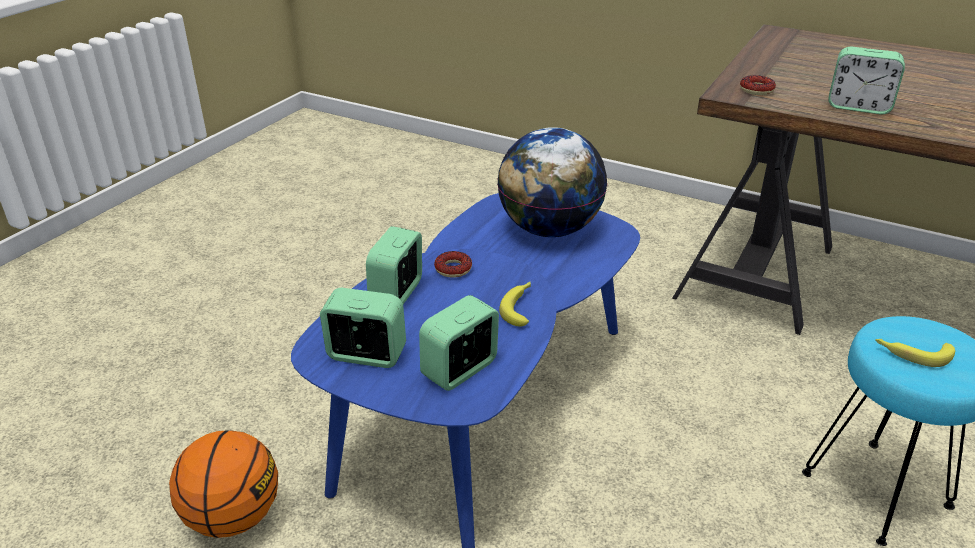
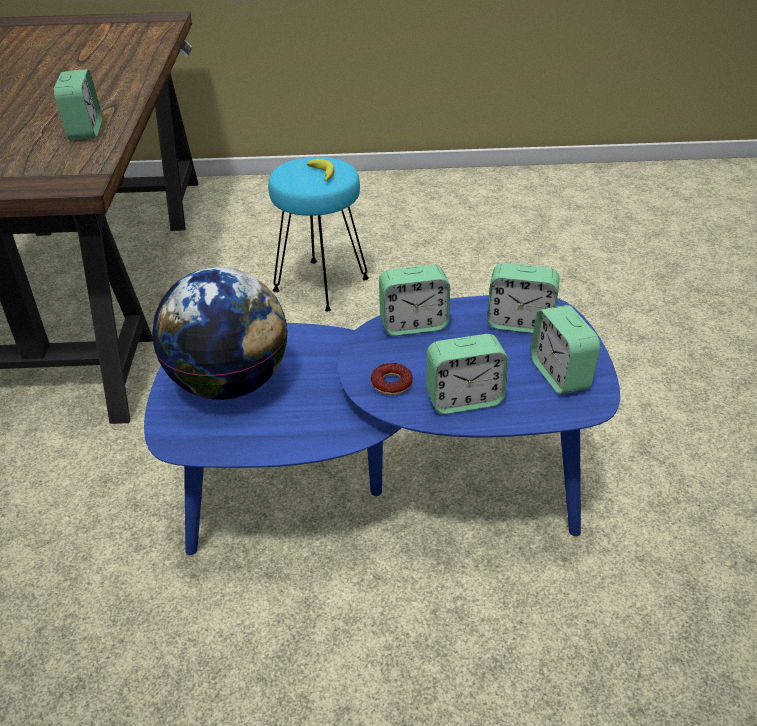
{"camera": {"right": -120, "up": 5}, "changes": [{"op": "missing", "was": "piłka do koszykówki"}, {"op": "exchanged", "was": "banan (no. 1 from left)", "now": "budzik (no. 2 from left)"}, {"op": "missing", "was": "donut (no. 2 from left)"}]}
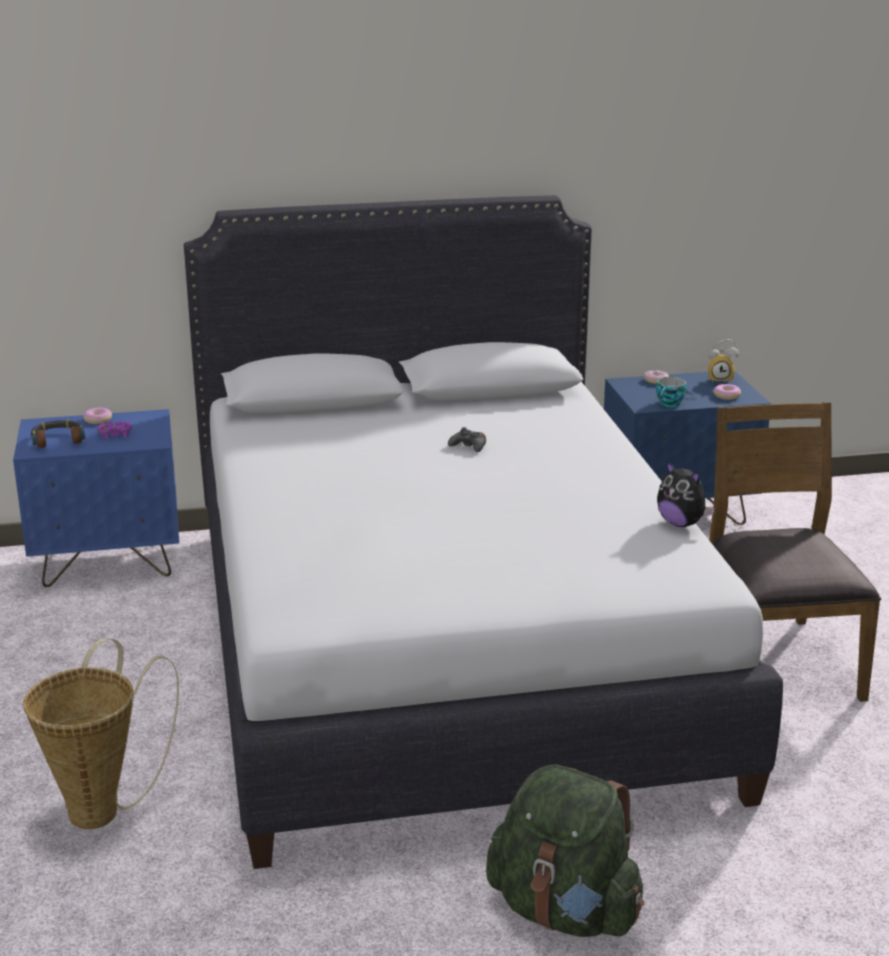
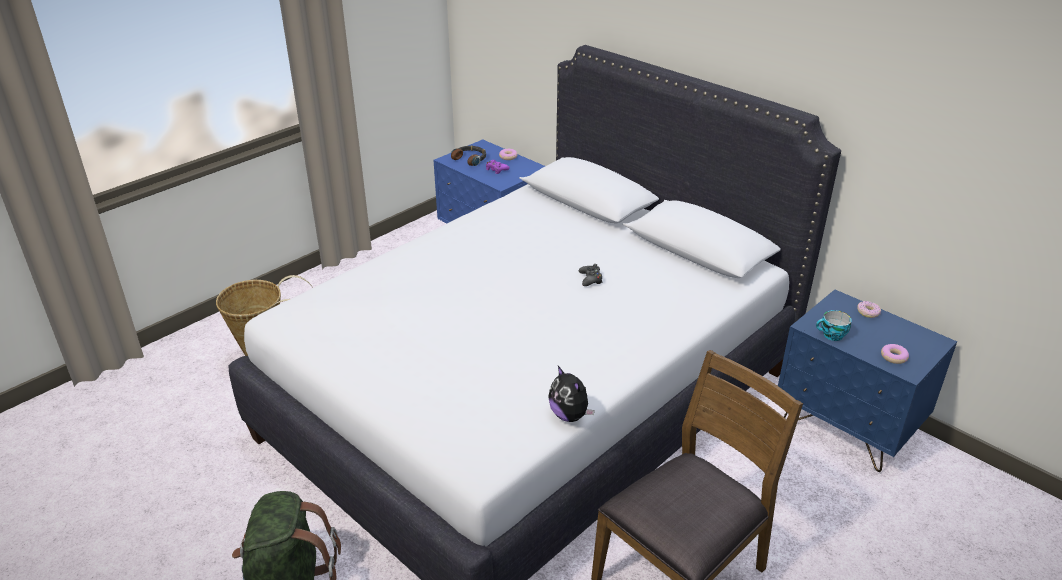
{"camera": {"right": 55, "up": 10}, "changes": [{"op": "spun", "was": "pluszak", "clockwise": -45}, {"op": "missing", "was": "budzik"}]}
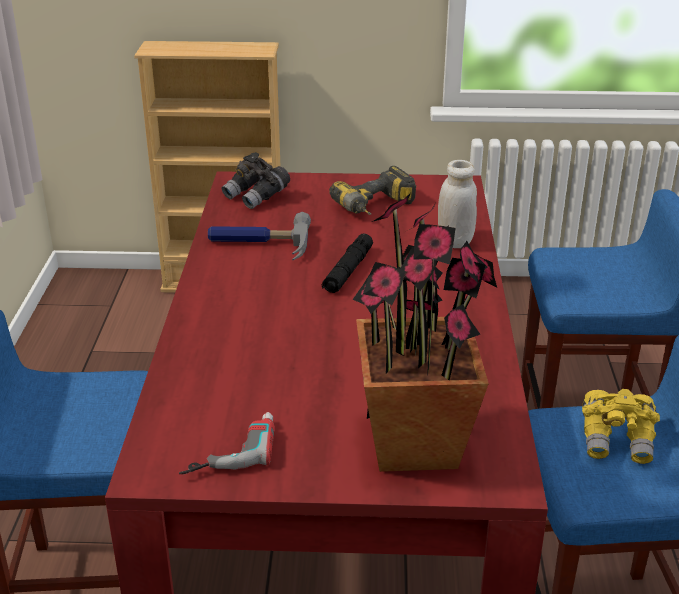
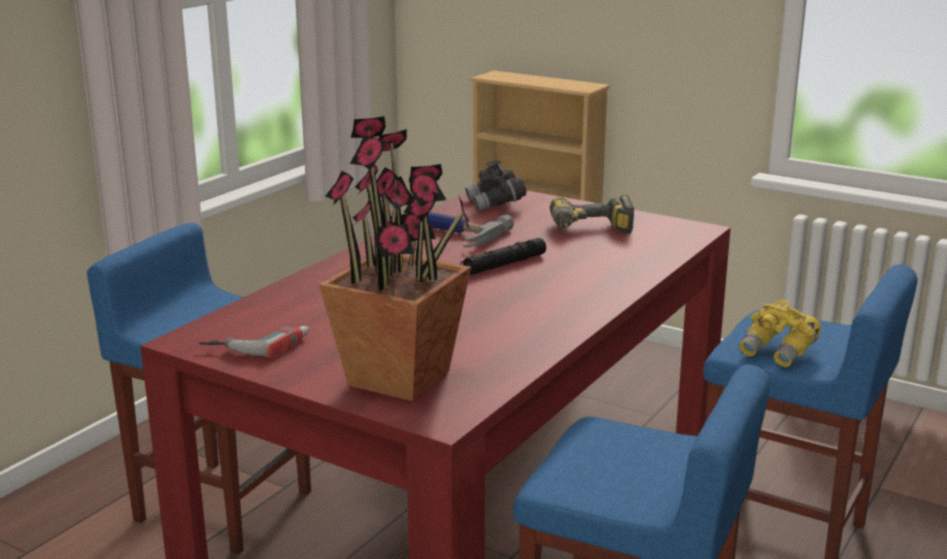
{"camera": {"right": 30, "up": -10}, "changes": [{"op": "missing", "was": "słoik (biały)"}, {"op": "relocated", "was": "lornetka (żółty)"}]}
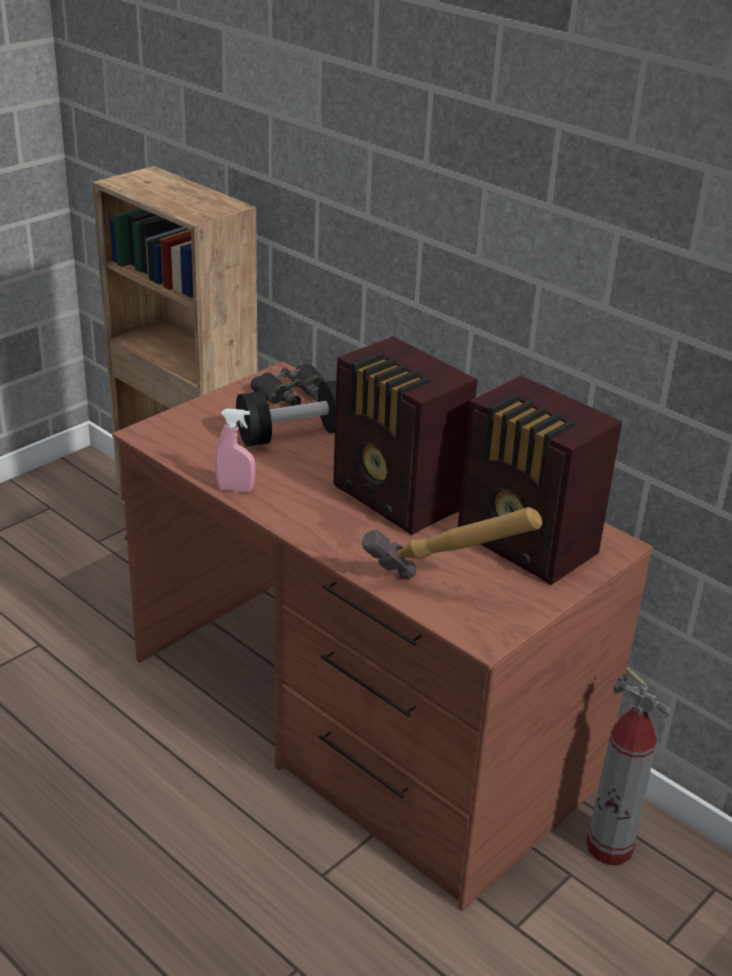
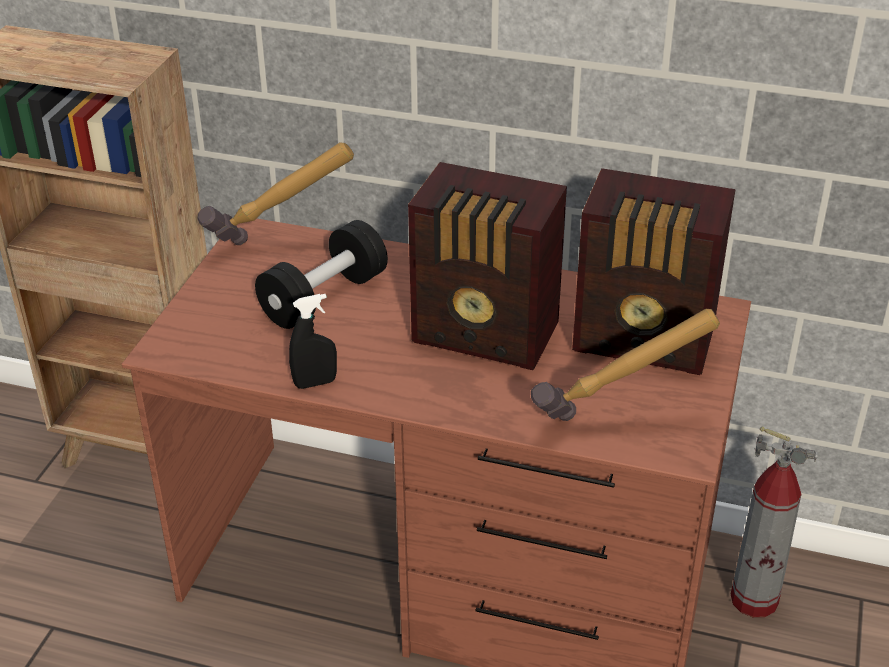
{"camera": {"right": -25, "up": 5}, "changes": [{"op": "colour", "was": "spryskiwacz (różowy)", "now": "spryskiwacz (czarny)"}, {"op": "exchanged", "was": "lornetka (czarny)", "now": "młotek (no. 1 from left)"}]}
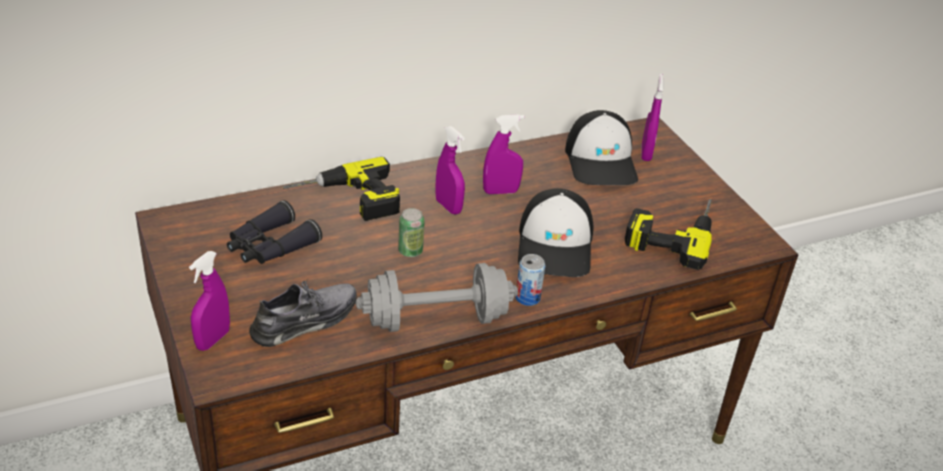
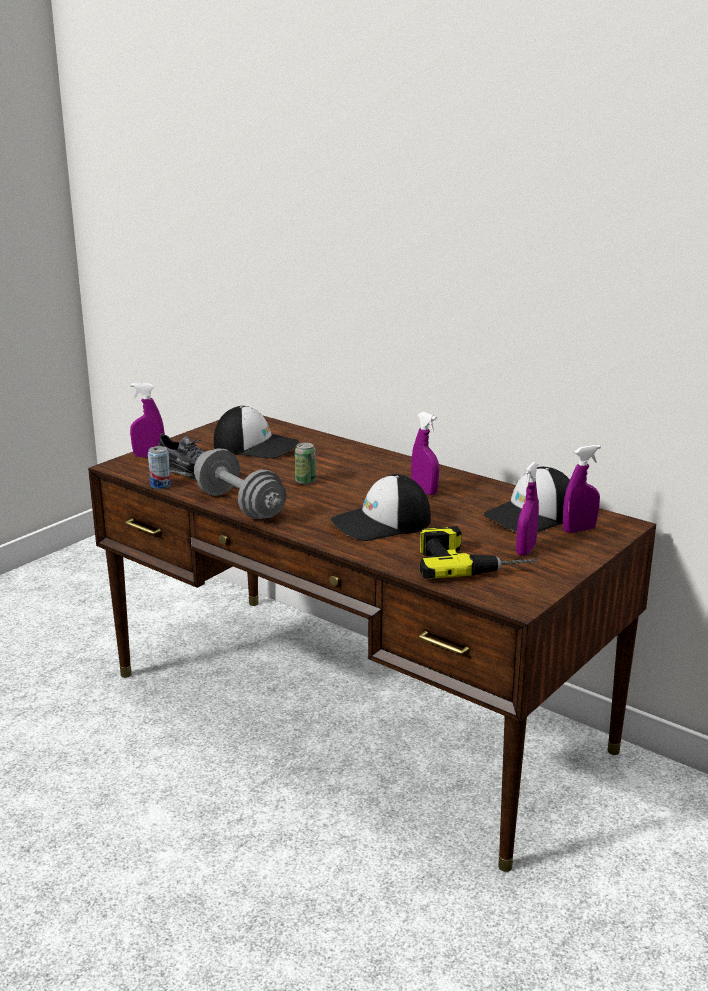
{"camera": {"right": 65, "up": -15}, "changes": [{"op": "exchanged", "was": "lornetka (czarny)", "now": "czapka z daszkiem (no. 1 from left)"}, {"op": "missing", "was": "wiertarka (no. 1 from left)"}, {"op": "relocated", "was": "spryskiwacz (fioletowy) (no. 2 from left in the first image)", "now": "spryskiwacz (fioletowy) (no. 3 from left)"}, {"op": "relocated", "was": "puszka (no. 2 from left in the first image)", "now": "puszka (no. 1 from left)"}]}
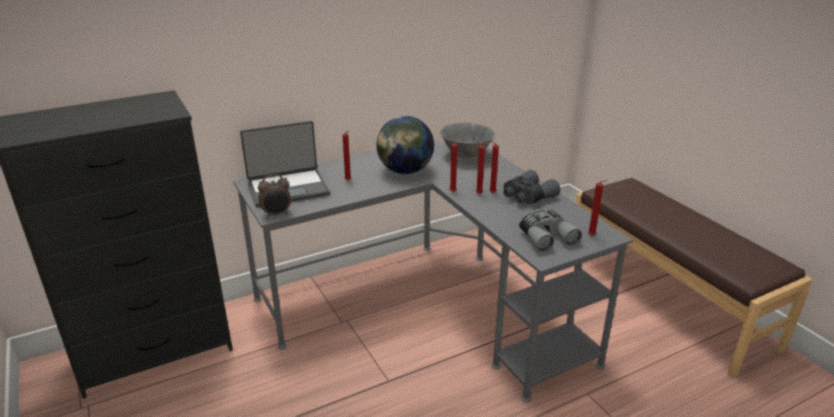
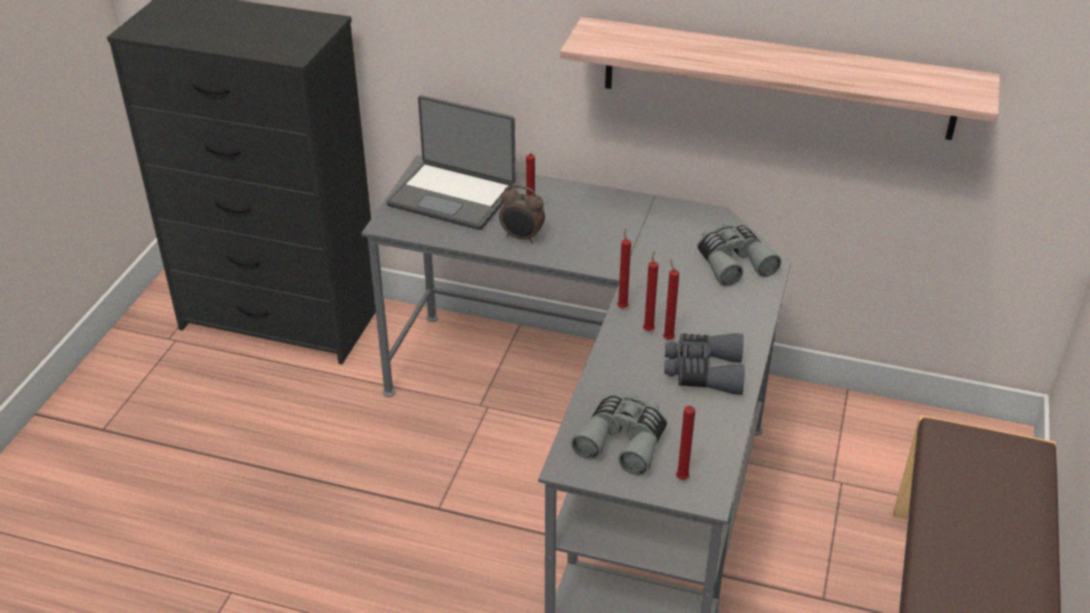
{"camera": {"right": 45, "up": 10}, "changes": [{"op": "relocated", "was": "budzik"}, {"op": "missing", "was": "globus"}, {"op": "exchanged", "was": "miska (szary)", "now": "lornetka (szary) (no. 3 from left)"}, {"op": "appeared", "now": "półka"}]}
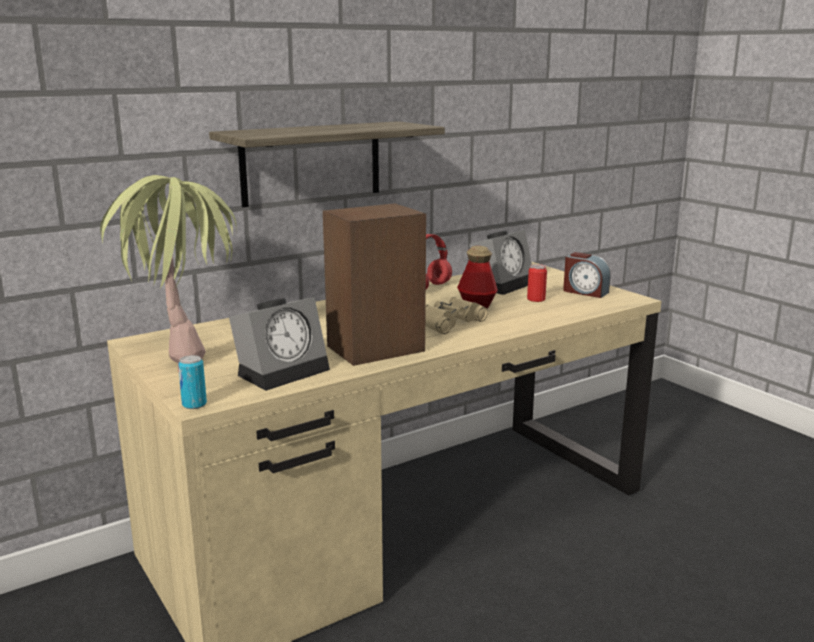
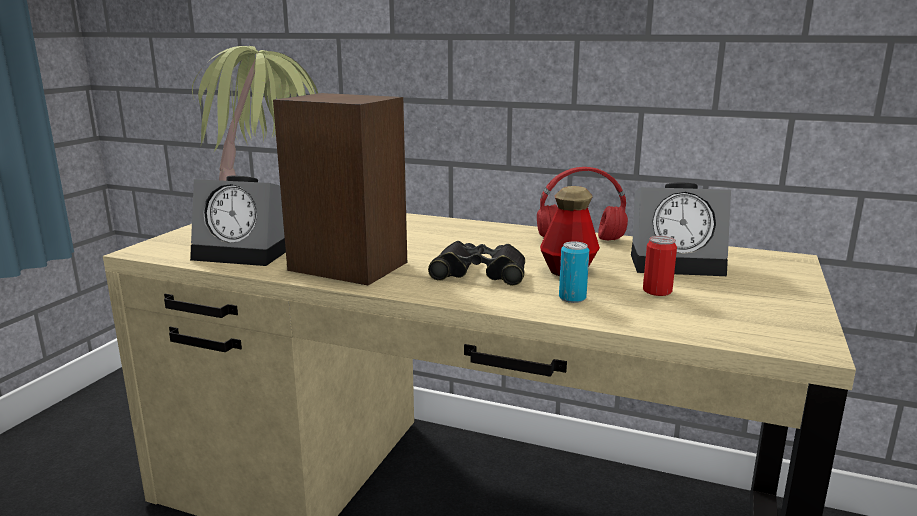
{"camera": {"right": 55, "up": 0}, "changes": [{"op": "relocated", "was": "puszka (no. 1 from left)"}, {"op": "missing", "was": "półka"}, {"op": "colour", "was": "lornetka (beżowy)", "now": "lornetka (czarny)"}, {"op": "missing", "was": "budzik (no. 3 from left)"}]}
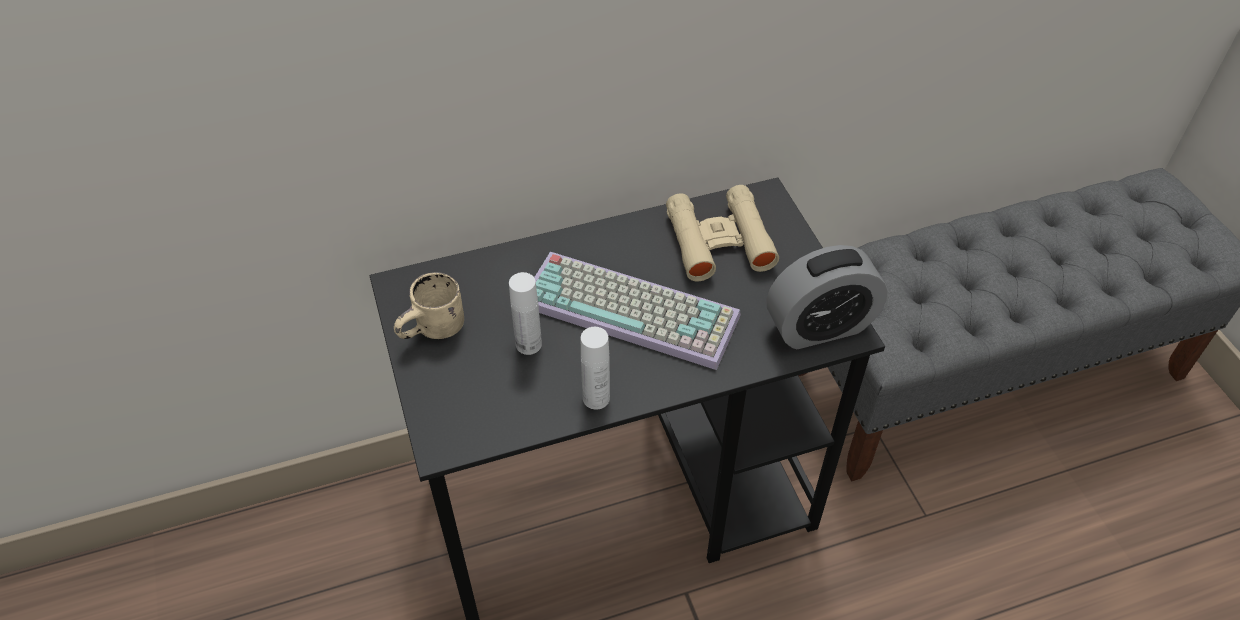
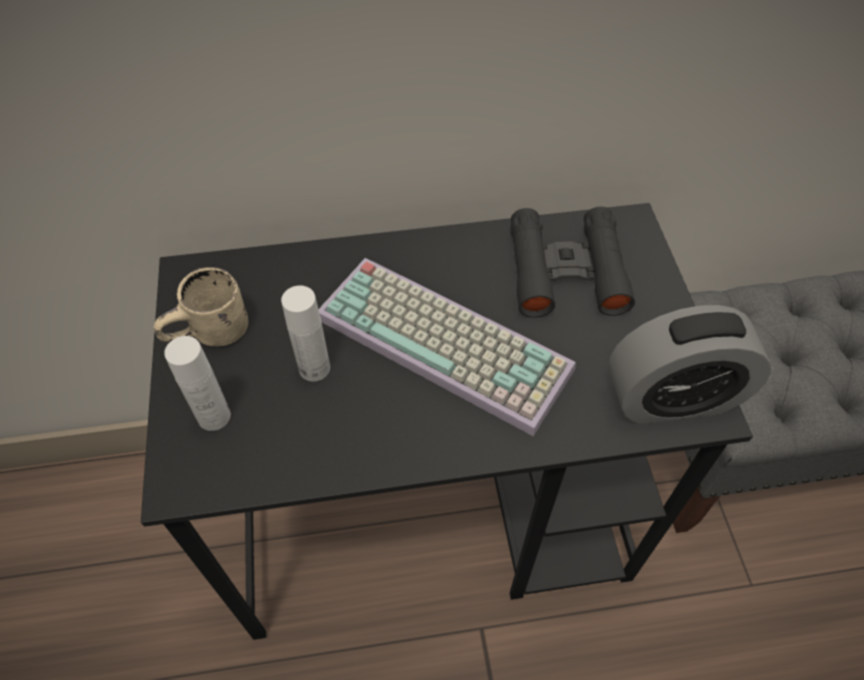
{"camera": {"right": 10, "up": 5}, "changes": [{"op": "relocated", "was": "butelka (biały) (no. 2 from left in the first image)", "now": "butelka (biały) (no. 1 from left)"}, {"op": "colour", "was": "lornetka (beżowy)", "now": "lornetka (czarny)"}]}
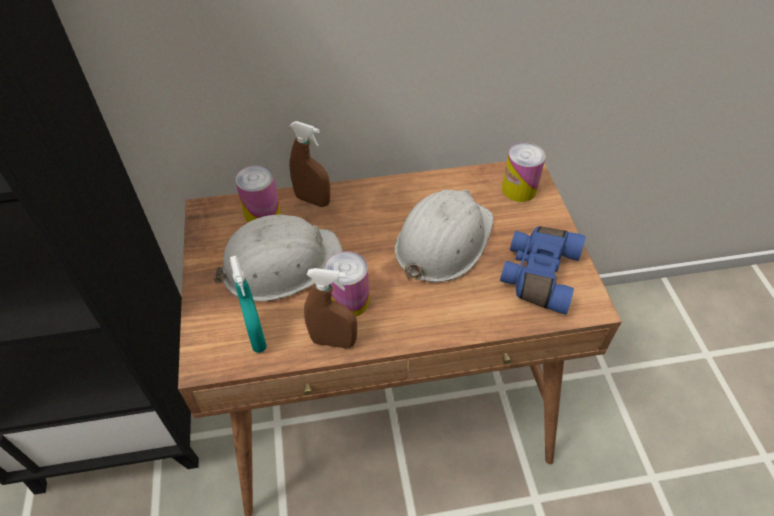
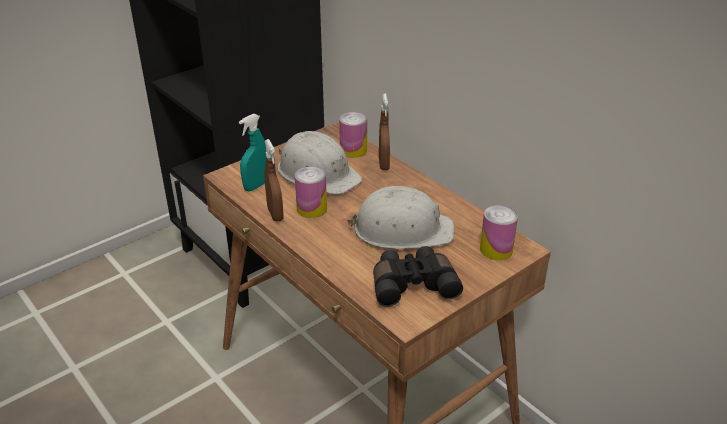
{"camera": {"right": 60, "up": -15}, "changes": [{"op": "colour", "was": "lornetka (niebieski)", "now": "lornetka (czarny)"}]}
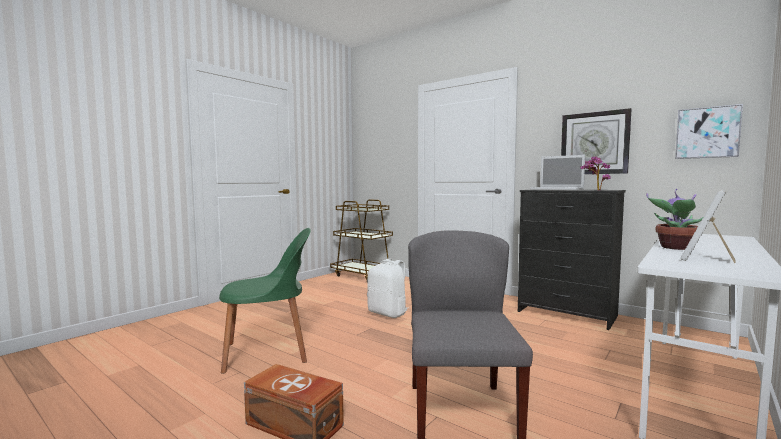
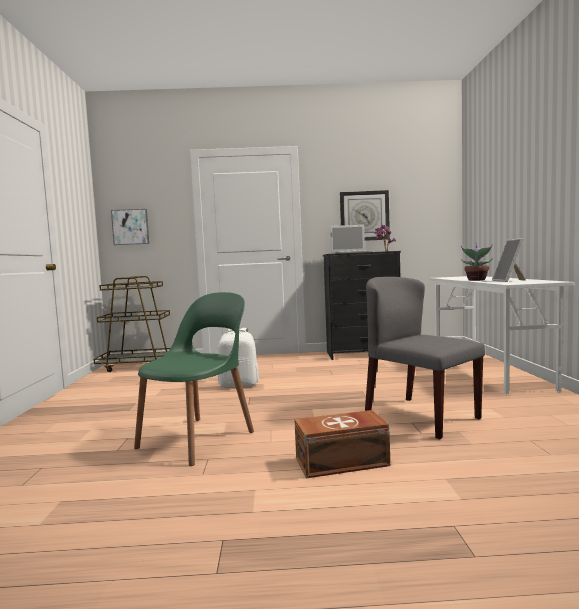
{"camera": {"right": -40, "up": 0}, "changes": [{"op": "relocated", "was": "obraz"}]}
